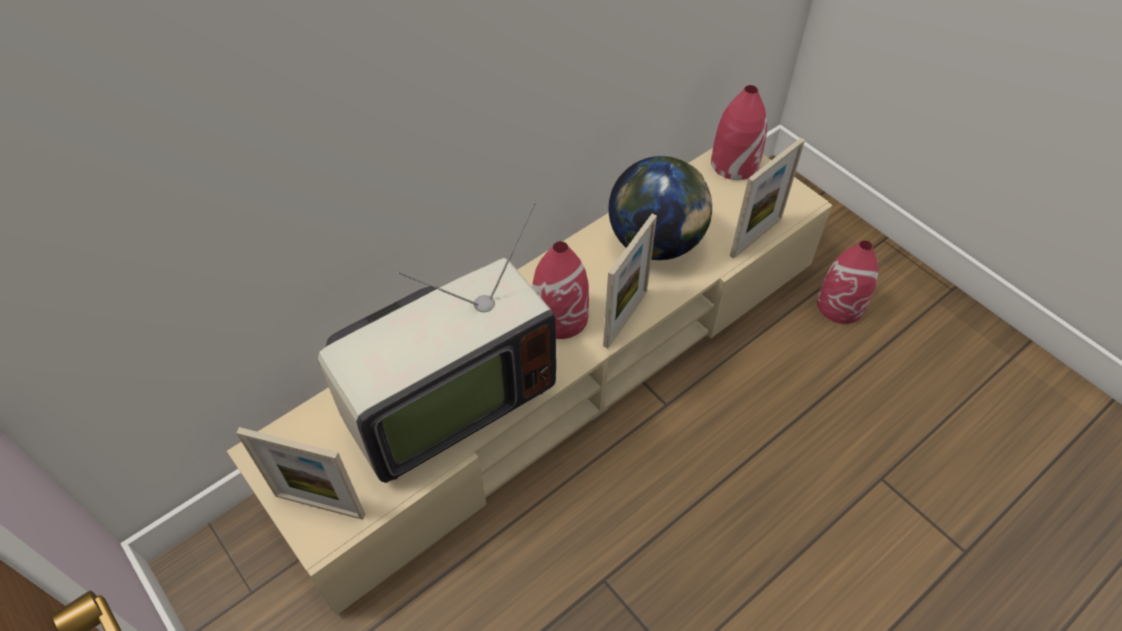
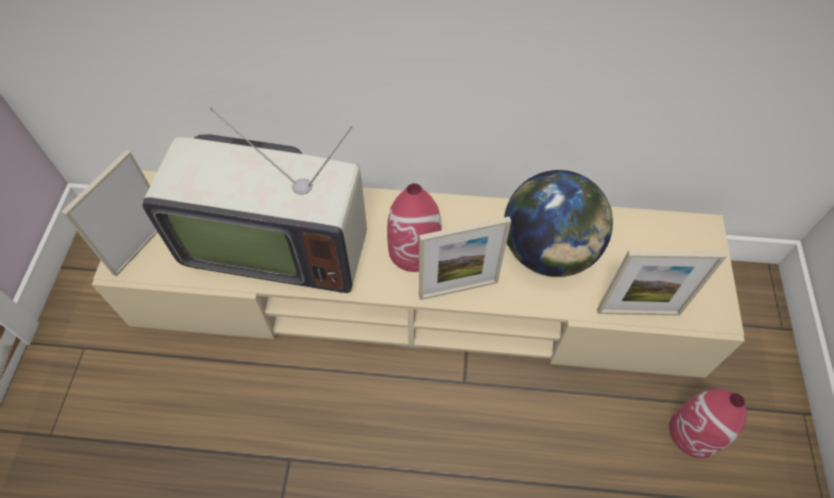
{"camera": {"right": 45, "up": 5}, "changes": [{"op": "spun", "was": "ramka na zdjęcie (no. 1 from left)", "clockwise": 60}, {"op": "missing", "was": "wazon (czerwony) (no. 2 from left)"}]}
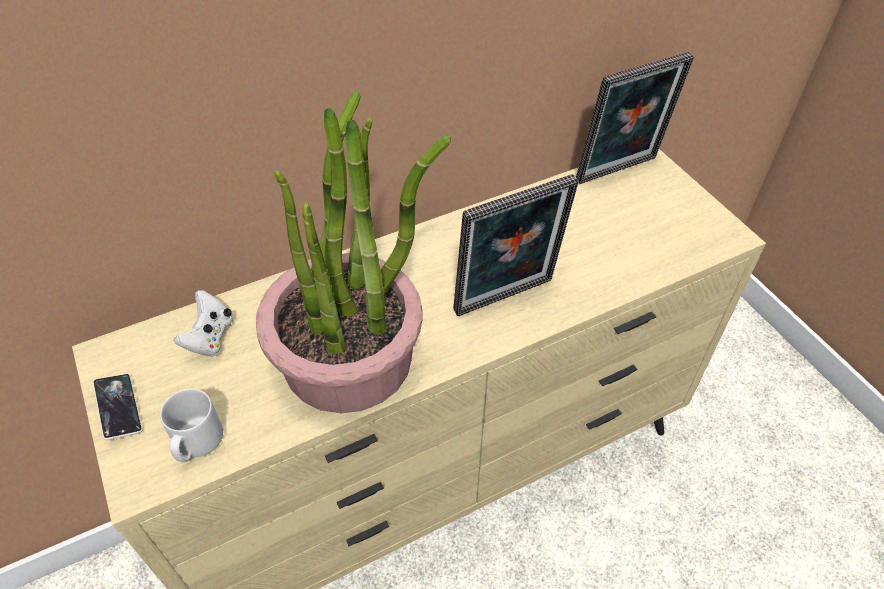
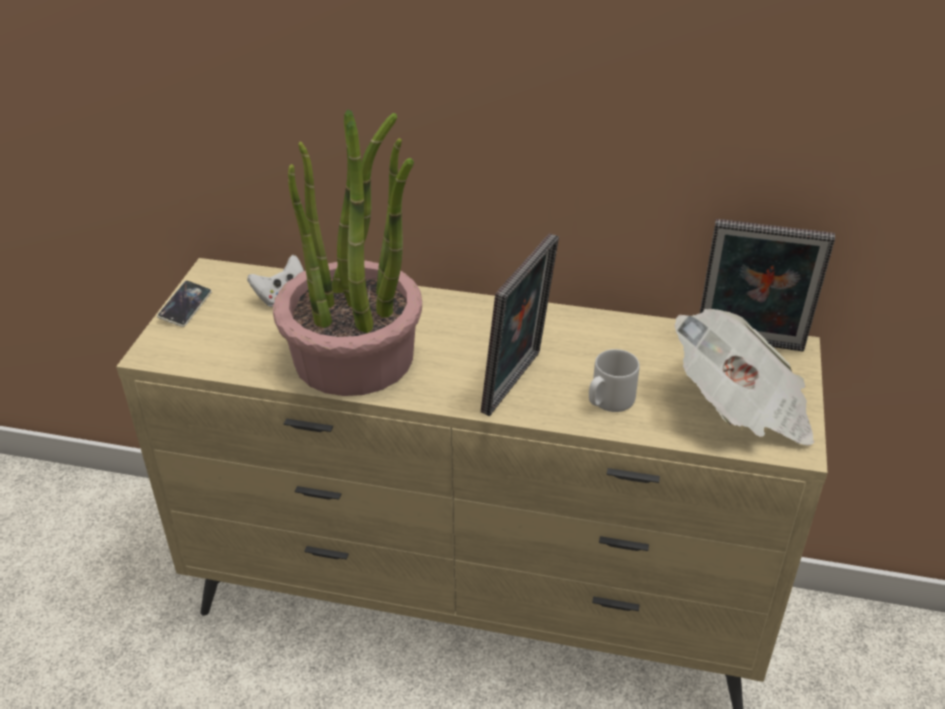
{"camera": {"right": 40, "up": -10}, "changes": [{"op": "relocated", "was": "kubek (szary)"}, {"op": "spun", "was": "ramka na zdjęcie (no. 1 from left)", "clockwise": -75}, {"op": "appeared", "now": "gazeta"}]}
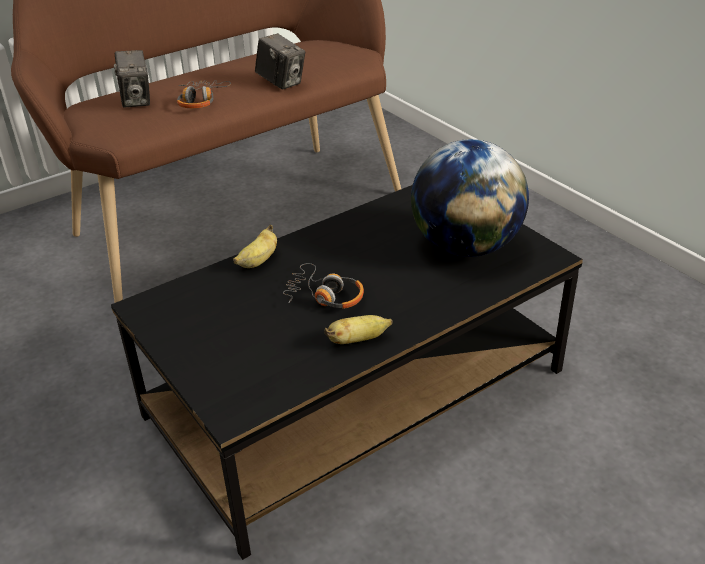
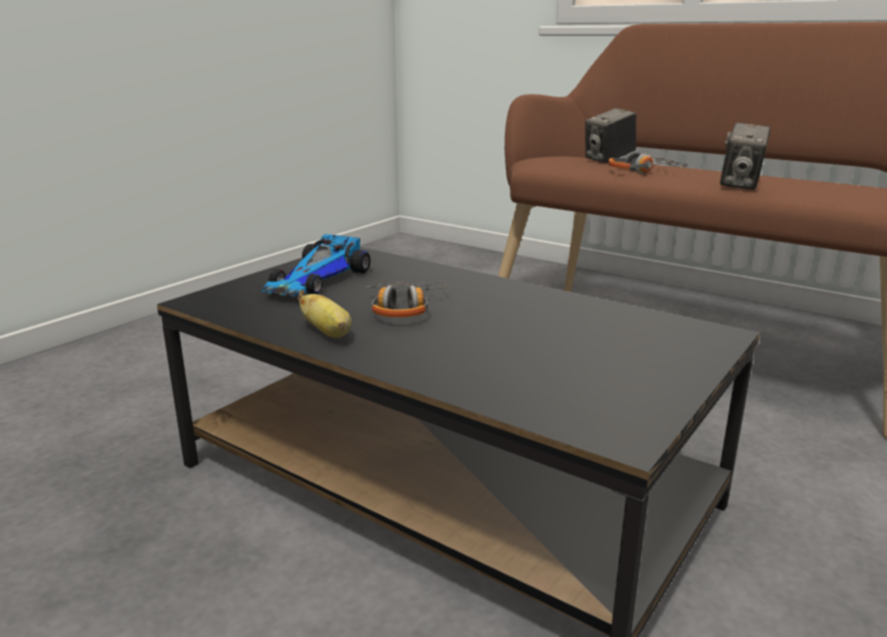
{"camera": {"right": 70, "up": -15}, "changes": [{"op": "missing", "was": "banan (no. 1 from left)"}, {"op": "missing", "was": "globus"}, {"op": "appeared", "now": "samochodzik"}]}
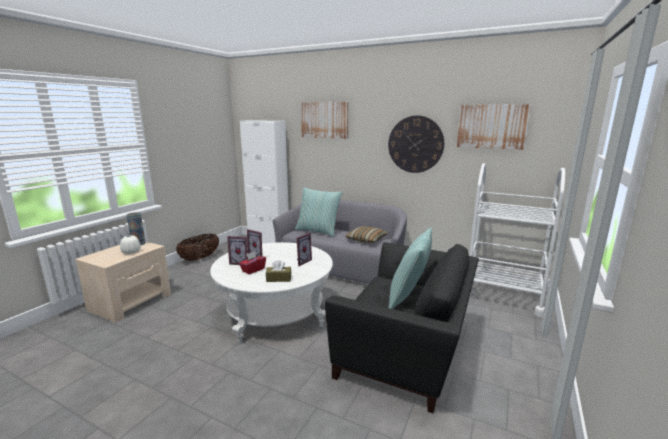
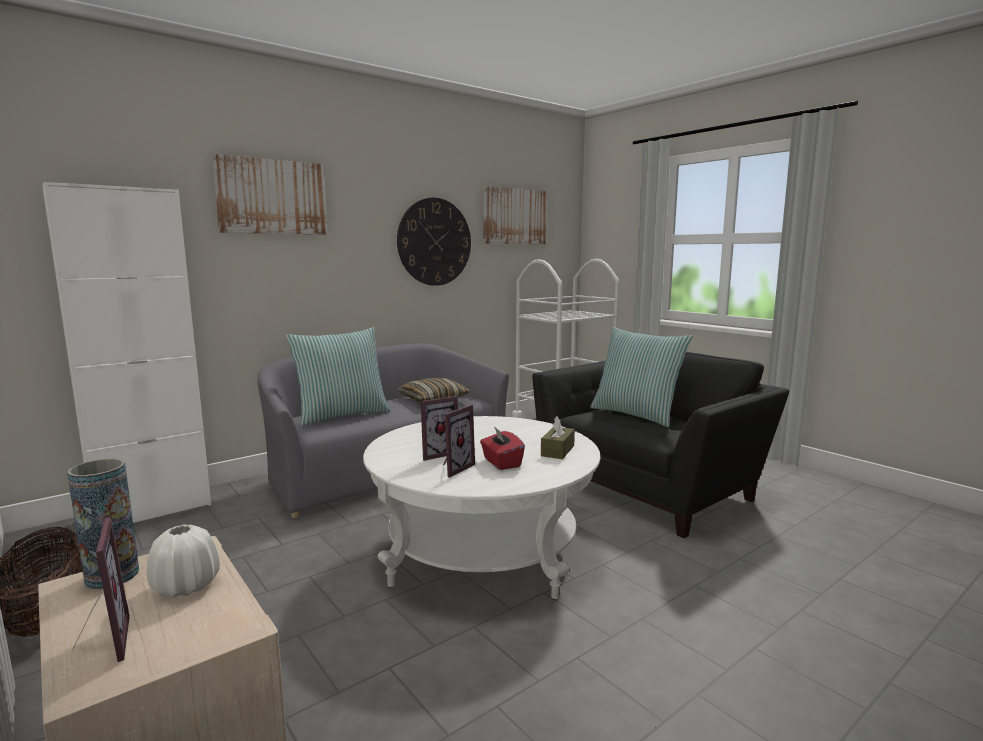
{"camera": {"right": -65, "up": -5}, "changes": [{"op": "relocated", "was": "ramka na zdjęcie (no. 3 from left in the first image)", "now": "ramka na zdjęcie (no. 1 from left)"}]}
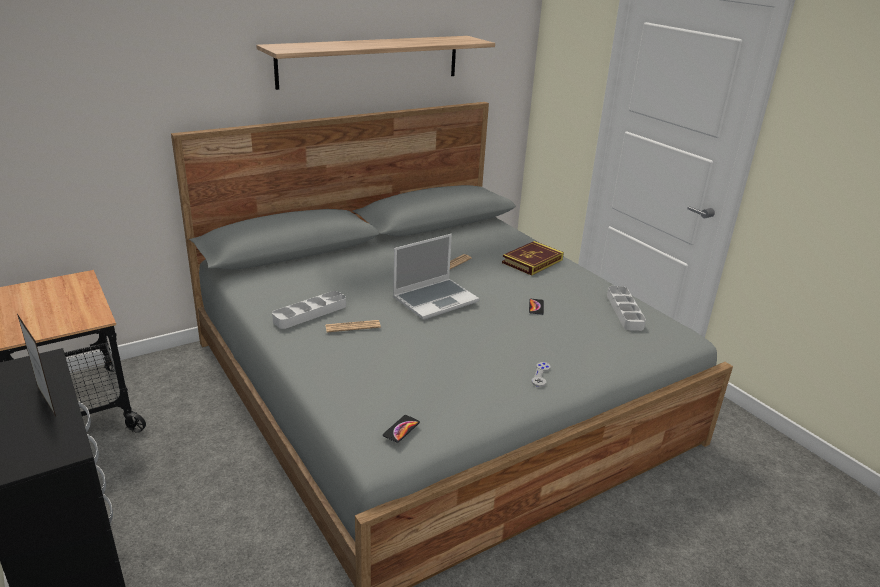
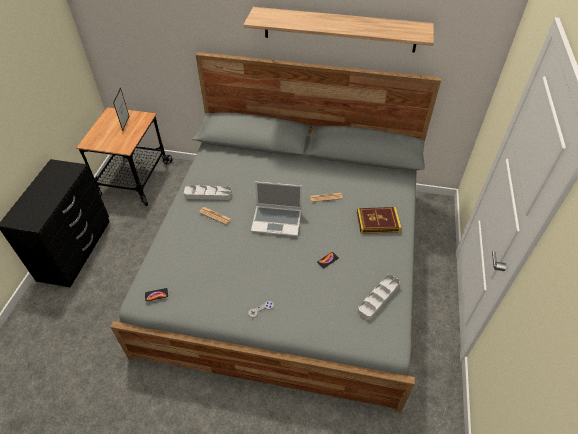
{"camera": {"right": 45, "up": 20}, "changes": [{"op": "relocated", "was": "ramka na zdjęcie"}]}
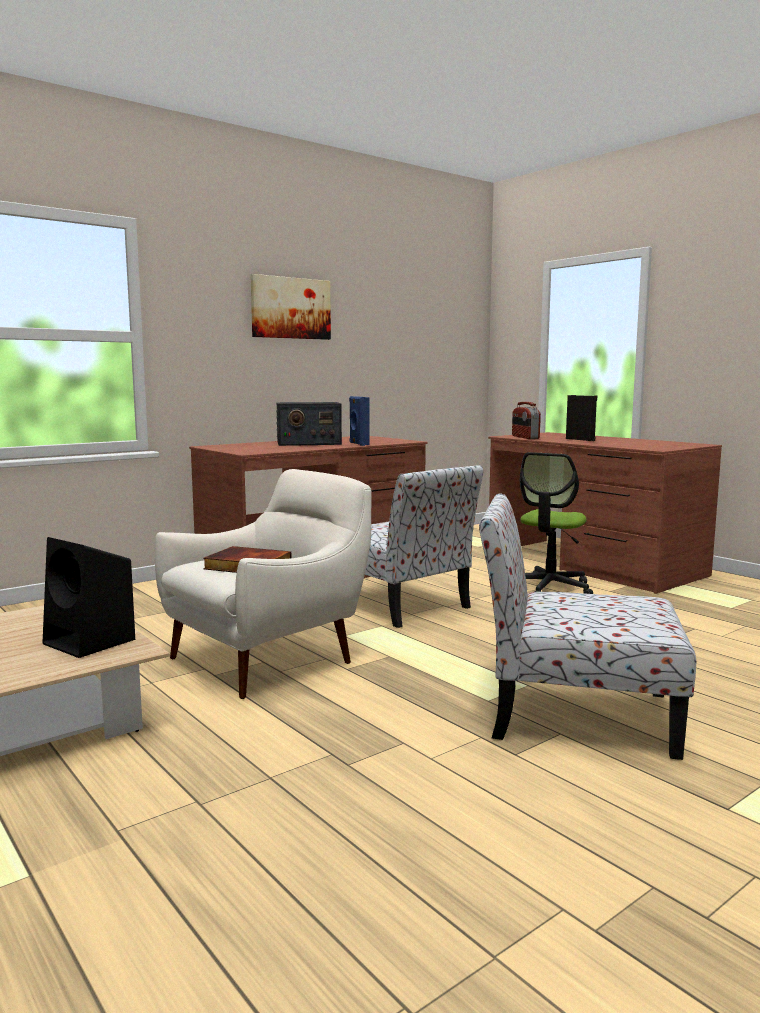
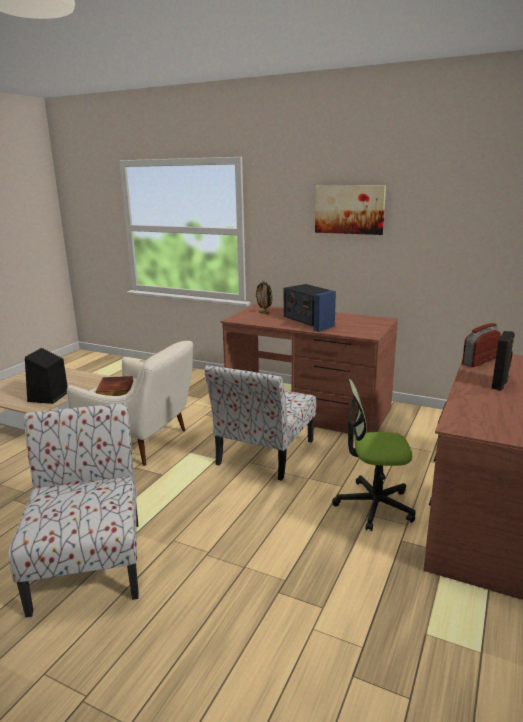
{"camera": {"right": 65, "up": 10}, "changes": [{"op": "appeared", "now": "ramka na zdjęcie"}]}
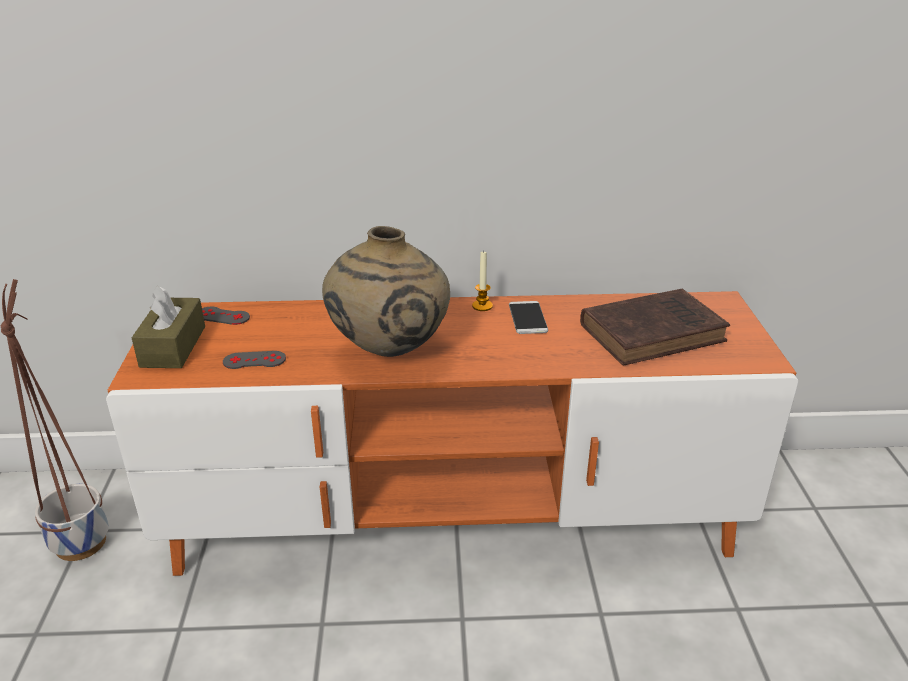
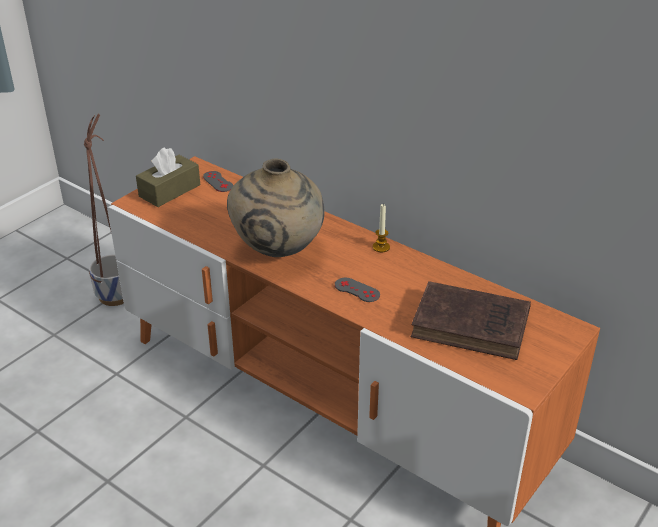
{"camera": {"right": 40, "up": 5}, "changes": [{"op": "relocated", "was": "pad do gier (szary) (no. 2 from left)"}, {"op": "missing", "was": "telefon"}]}
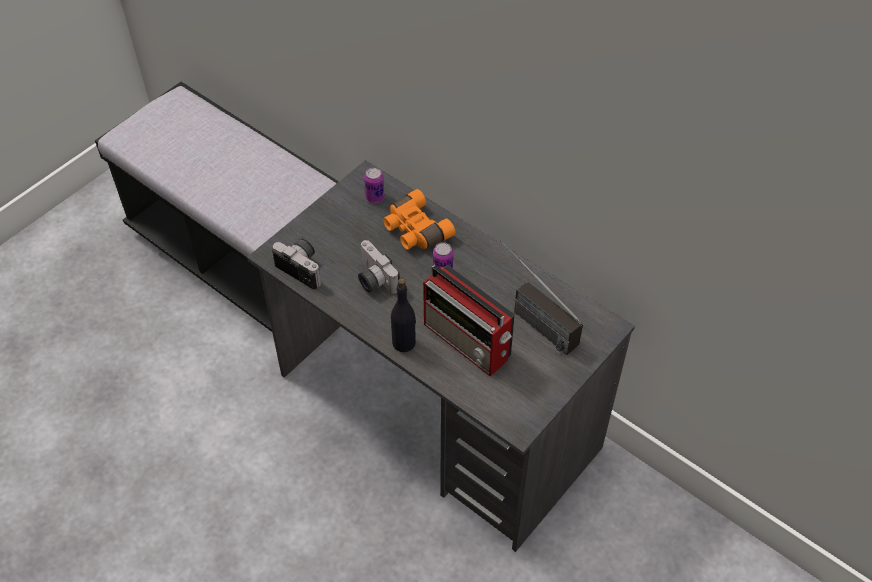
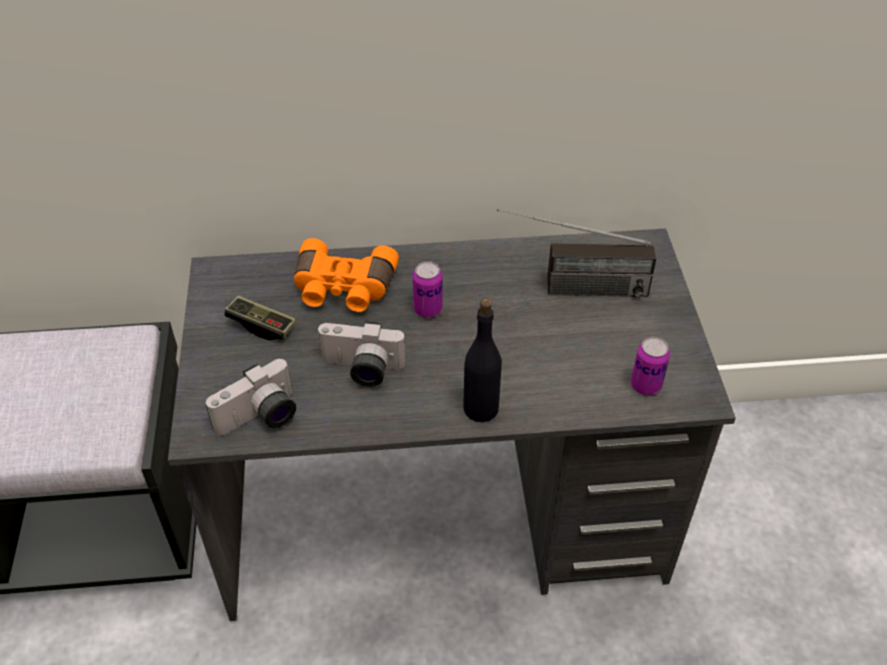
{"camera": {"right": -45, "up": -5}, "changes": [{"op": "spun", "was": "aparat fotograficzny (no. 1 from left)", "clockwise": 150}, {"op": "relocated", "was": "puszka (no. 1 from left in the first image)", "now": "puszka (no. 2 from left)"}, {"op": "missing", "was": "radio (no. 1 from left)"}, {"op": "appeared", "now": "pad do gier"}]}
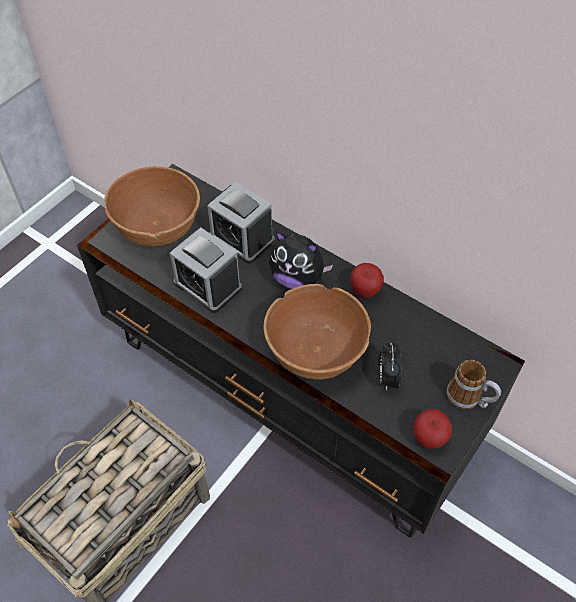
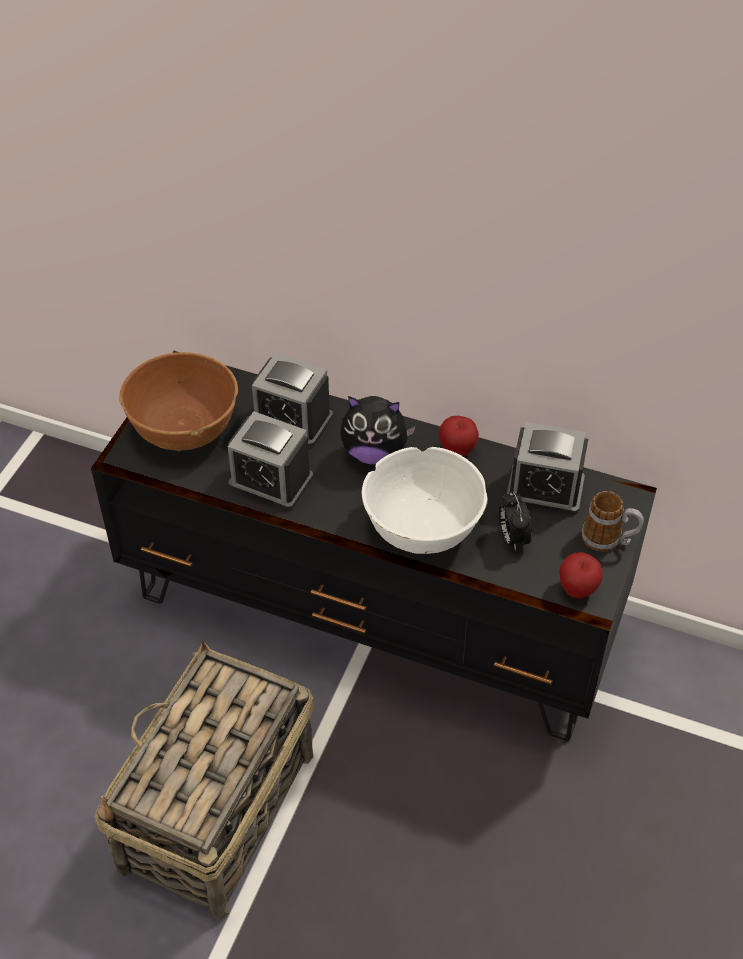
{"camera": {"right": -15, "up": -5}, "changes": [{"op": "colour", "was": "miska (brązowy) (no. 2 from left)", "now": "miska (biały)"}, {"op": "appeared", "now": "budzik (no. 4 from left)"}]}
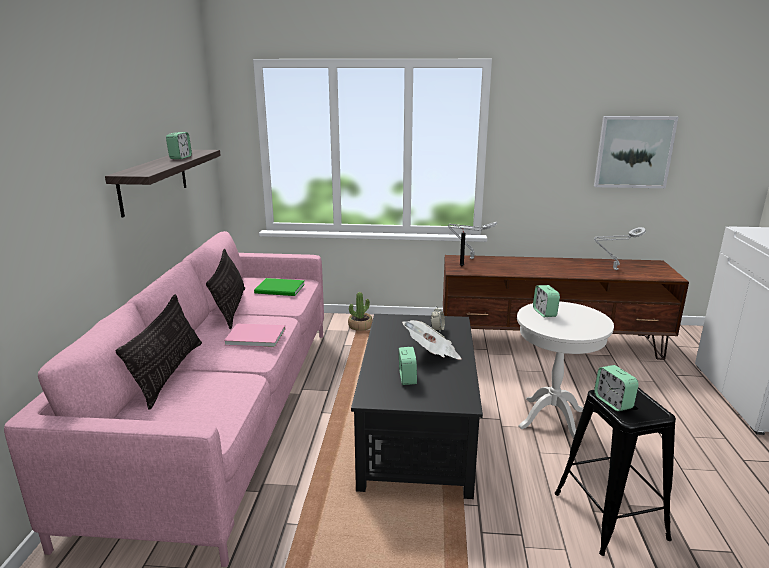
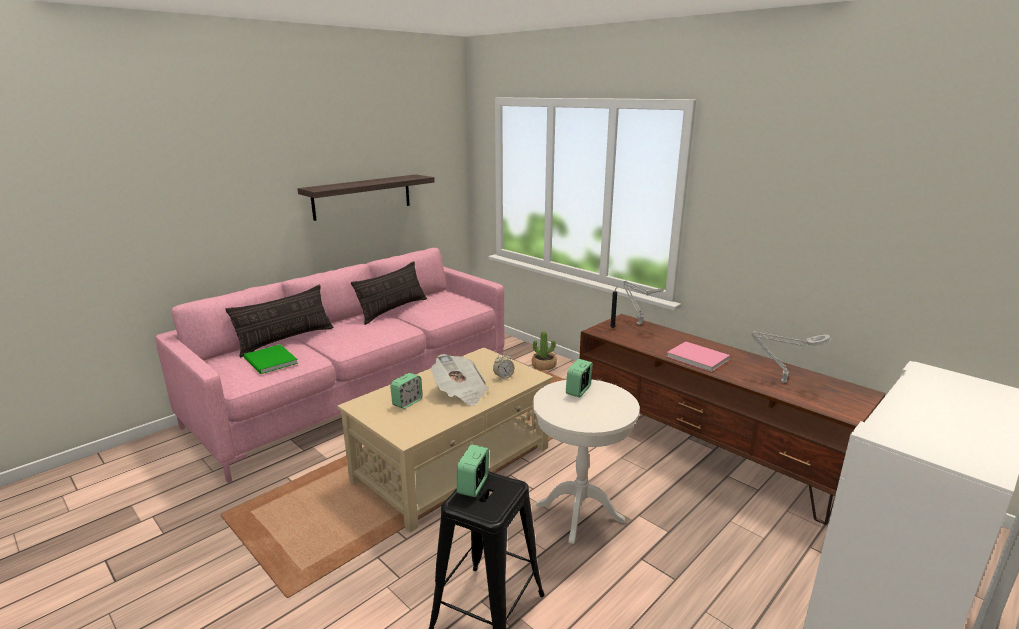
{"camera": {"right": 40, "up": 0}, "changes": [{"op": "missing", "was": "budzik (no. 1 from left)"}, {"op": "relocated", "was": "książka (różowy)"}, {"op": "relocated", "was": "książka (zielony)"}, {"op": "colour", "was": "ława (czarny)", "now": "ława (beżowy)"}, {"op": "missing", "was": "obraz"}]}
